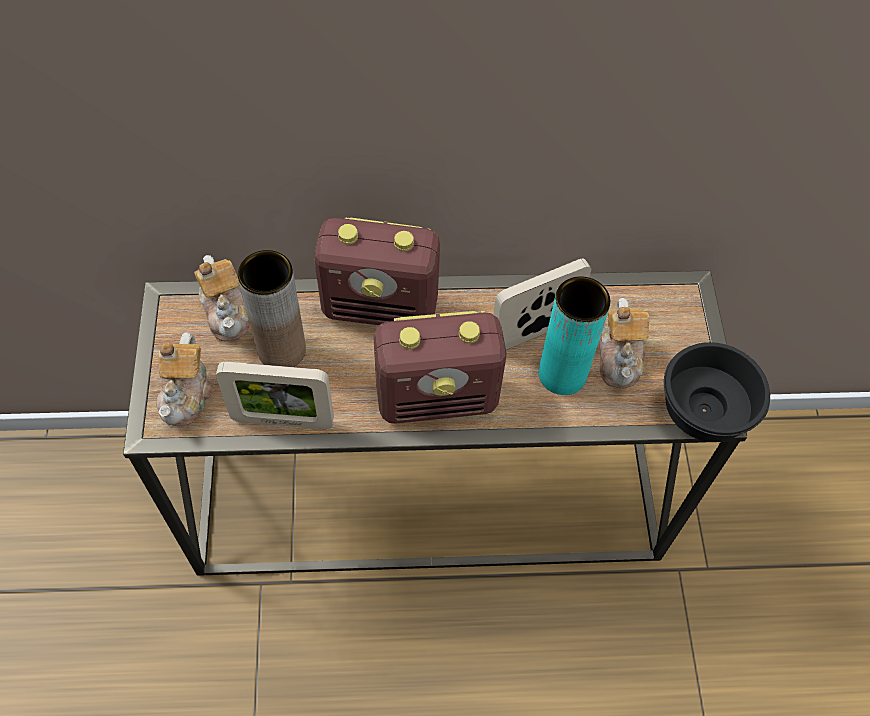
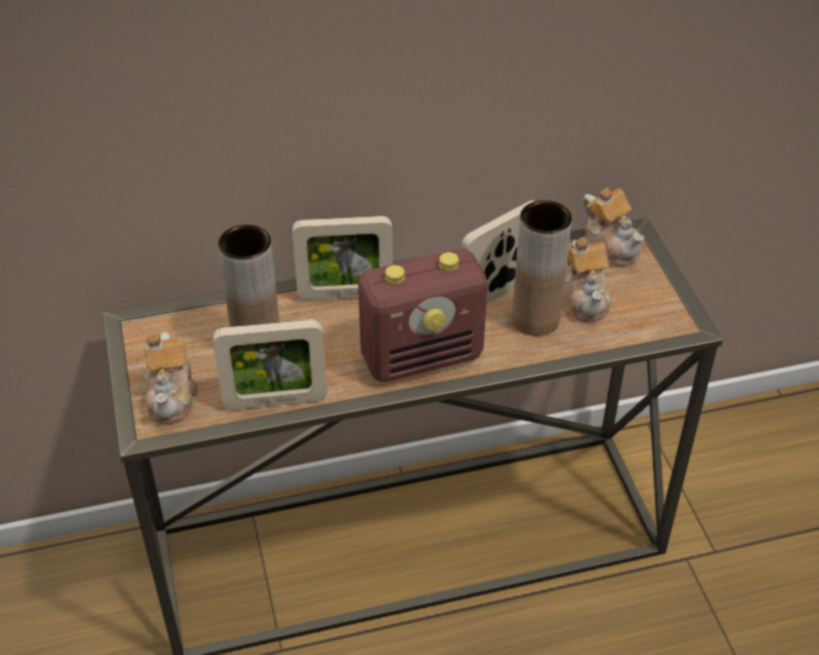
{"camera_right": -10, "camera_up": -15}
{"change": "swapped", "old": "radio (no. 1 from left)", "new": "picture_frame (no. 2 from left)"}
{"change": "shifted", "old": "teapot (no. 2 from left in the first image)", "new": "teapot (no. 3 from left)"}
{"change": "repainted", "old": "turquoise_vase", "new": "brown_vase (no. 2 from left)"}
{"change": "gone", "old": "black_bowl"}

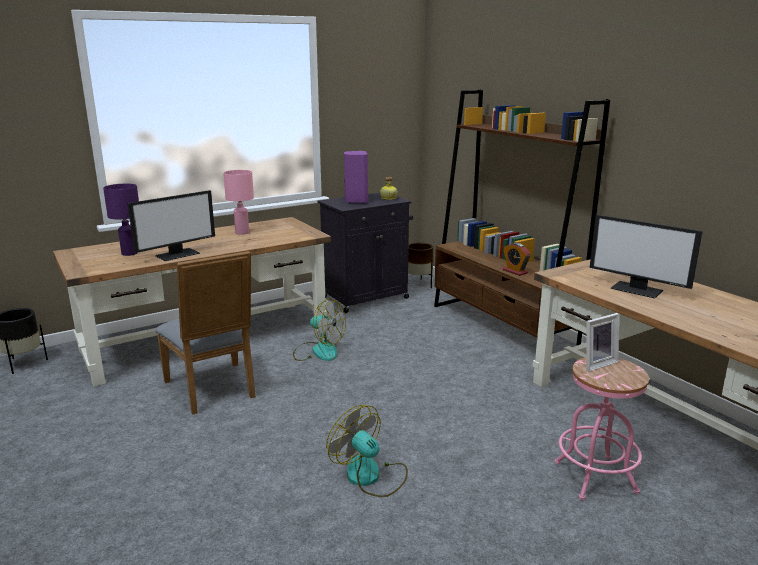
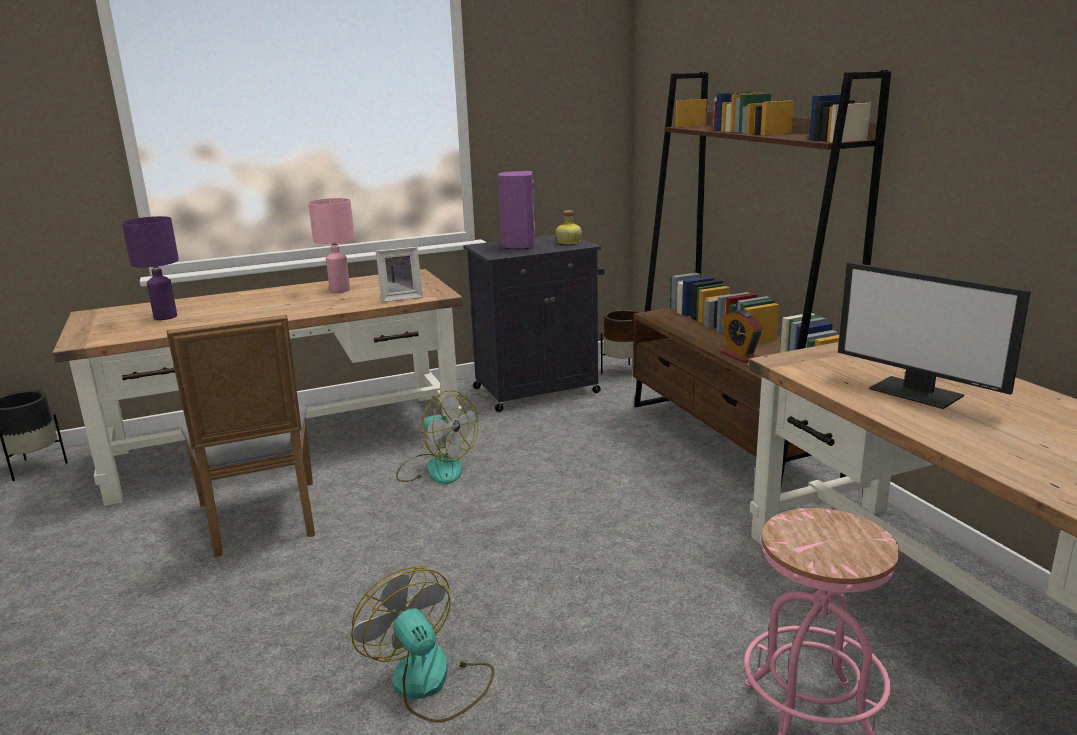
{"camera_right": 10, "camera_up": 0}
{"change": "gone", "old": "monitor (no. 1 from left)"}
{"change": "shifted", "old": "picture_frame"}

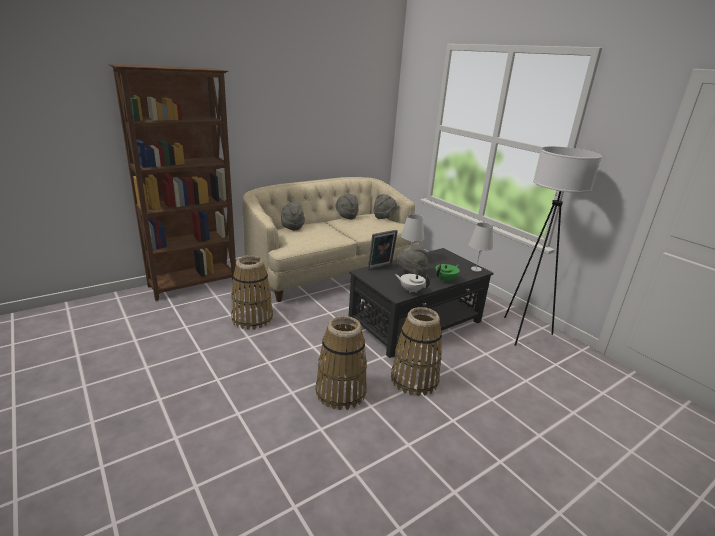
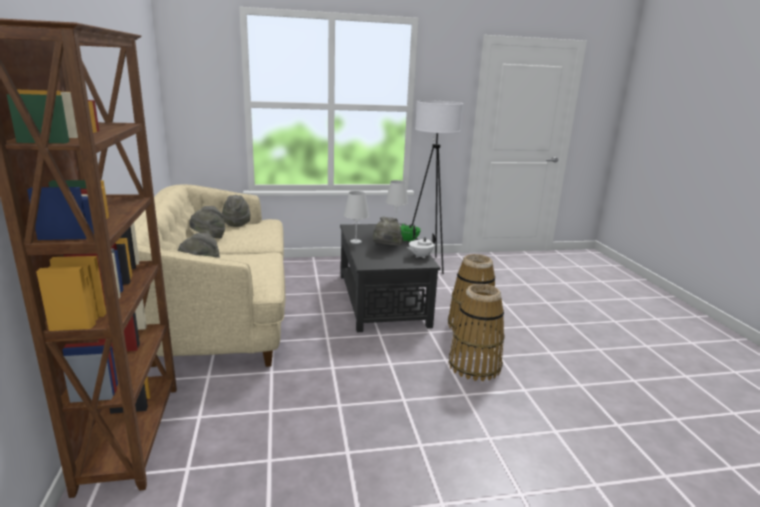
{"camera_right": -65, "camera_up": -5}
{"change": "gone", "old": "picture_frame"}
{"change": "gone", "old": "basket (no. 1 from left)"}

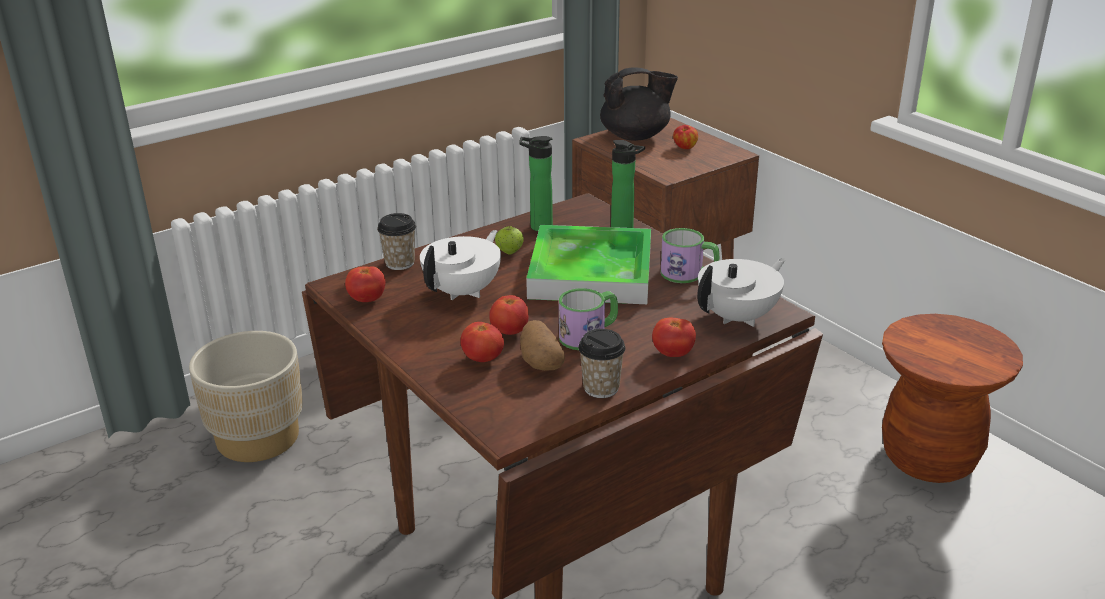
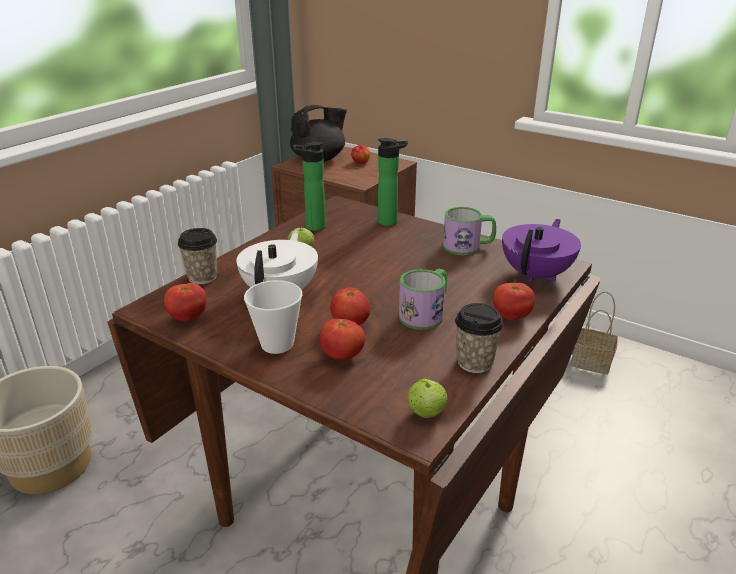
{"camera_right": -20, "camera_up": 0}
{"change": "gone", "old": "tray"}
{"change": "repainted", "old": "white_teapot (no. 2 from left)", "new": "purple_teapot"}
{"change": "swapped", "old": "brown_stool", "new": "basket"}
{"change": "gone", "old": "potato"}
{"change": "new", "new": "cup (no. 2 from left)"}
{"change": "new", "new": "apple (no. 3 from left)"}

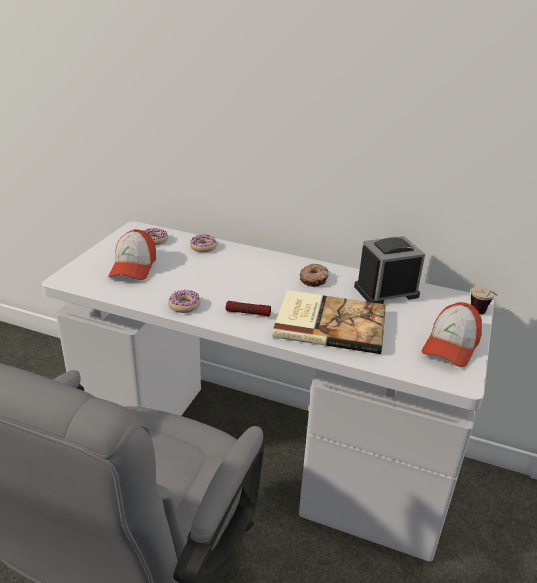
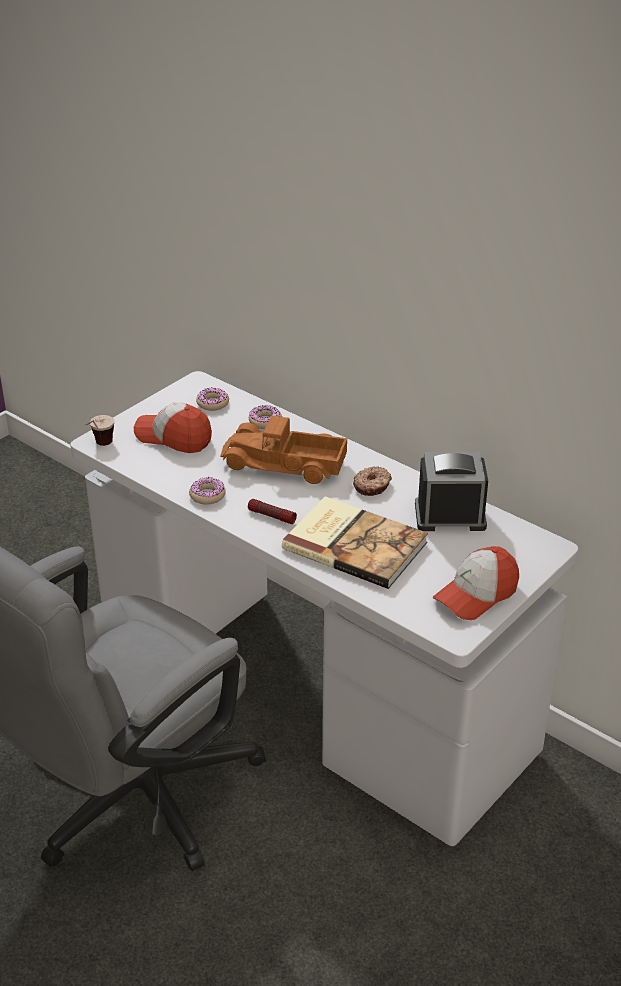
{"camera_right": 20, "camera_up": 5}
{"change": "rotated", "old": "cap (no. 1 from left)", "degrees": 90}
{"change": "shifted", "old": "cup"}
{"change": "new", "new": "toy_truck"}

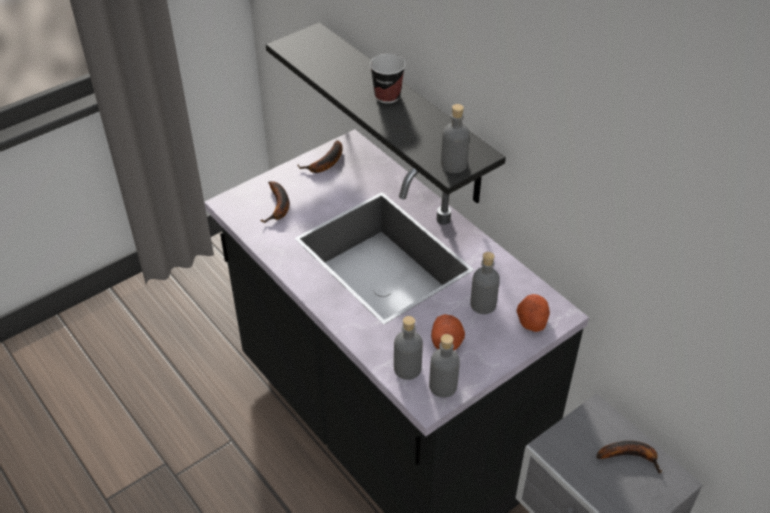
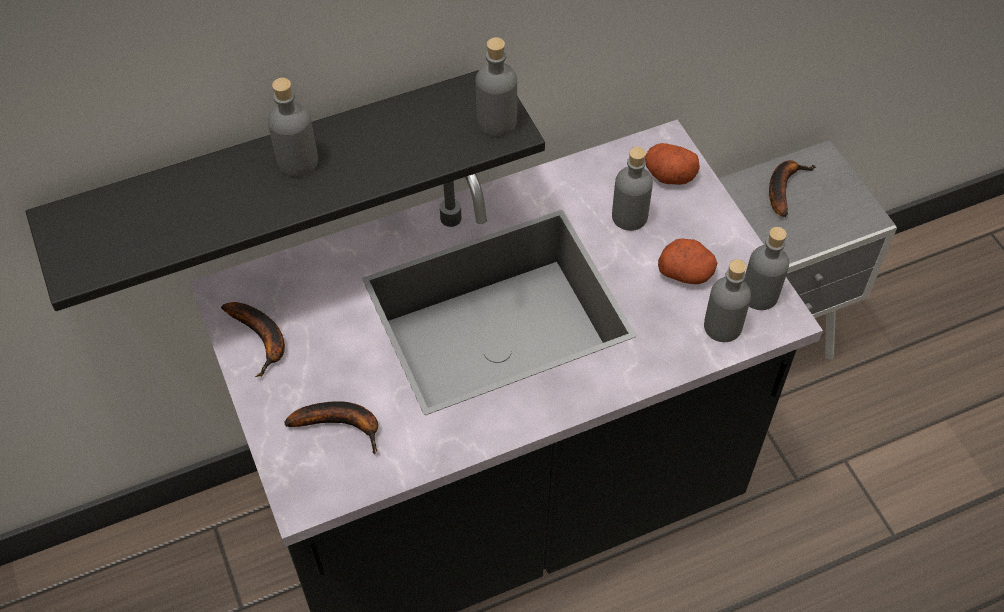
{"camera_right": -75, "camera_up": 10}
{"change": "swapped", "old": "cup", "new": "grey_bottle (no. 1 from left)"}

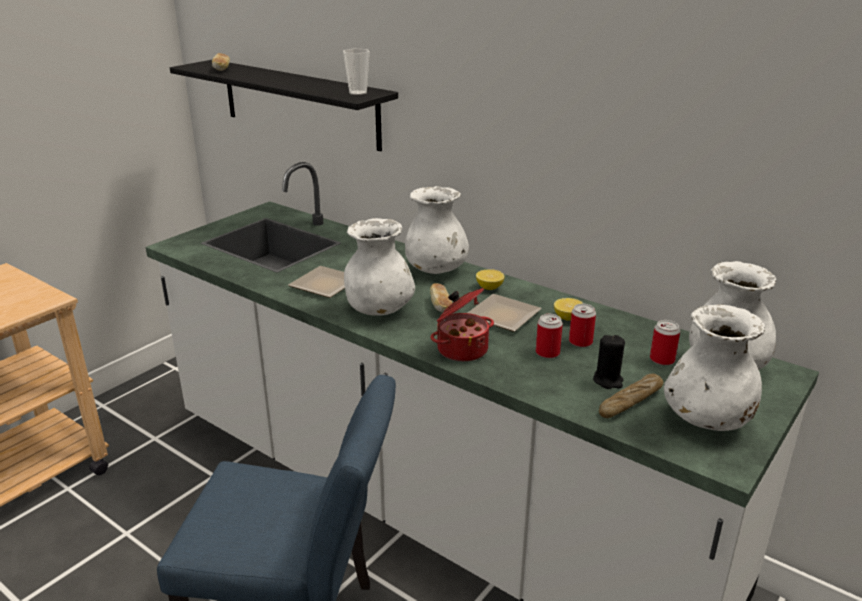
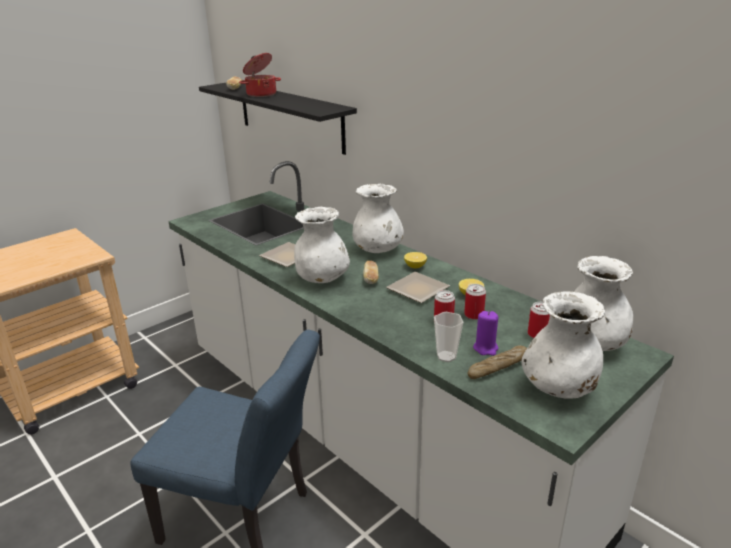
{"camera_right": 10, "camera_up": 0}
{"change": "shifted", "old": "cup"}
{"change": "shifted", "old": "cooking_pot"}
{"change": "repainted", "old": "black_candle", "new": "purple_candle"}

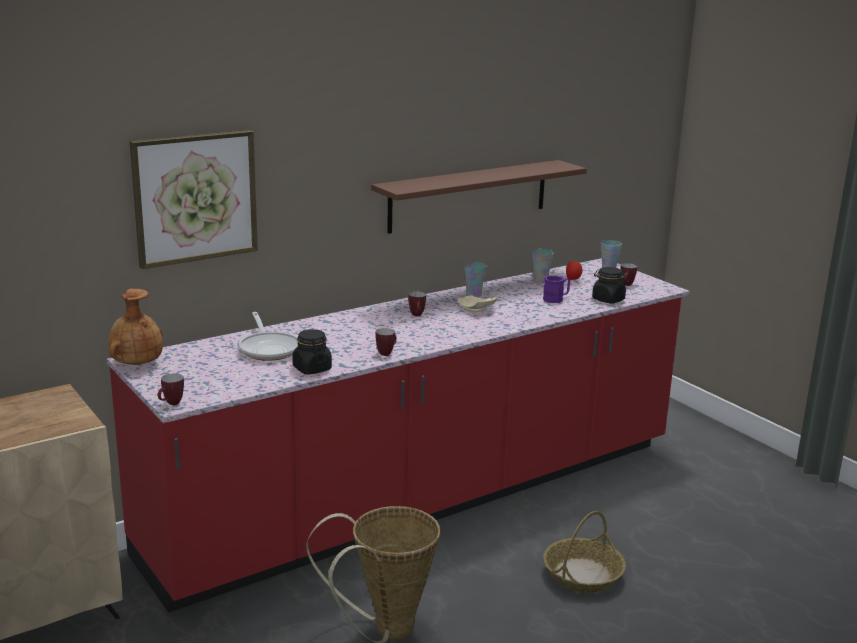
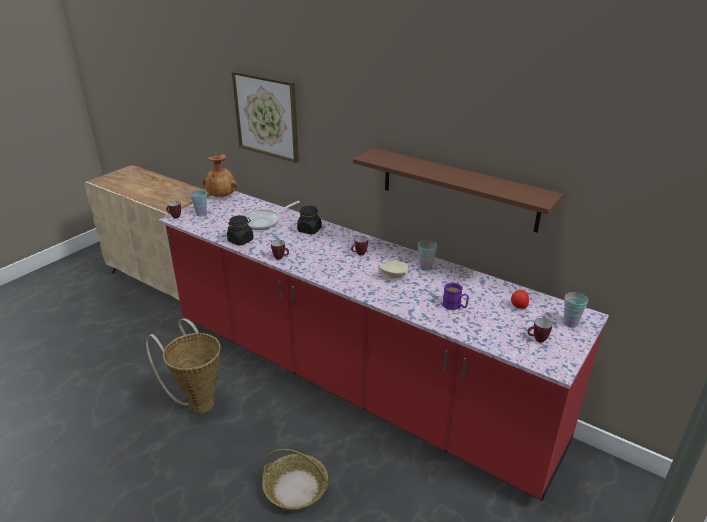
{"camera_right": 70, "camera_up": 10}
{"change": "shifted", "old": "cup (no. 2 from left in the first image)", "new": "cup (no. 1 from left)"}
{"change": "shifted", "old": "black_jar (no. 2 from left)"}

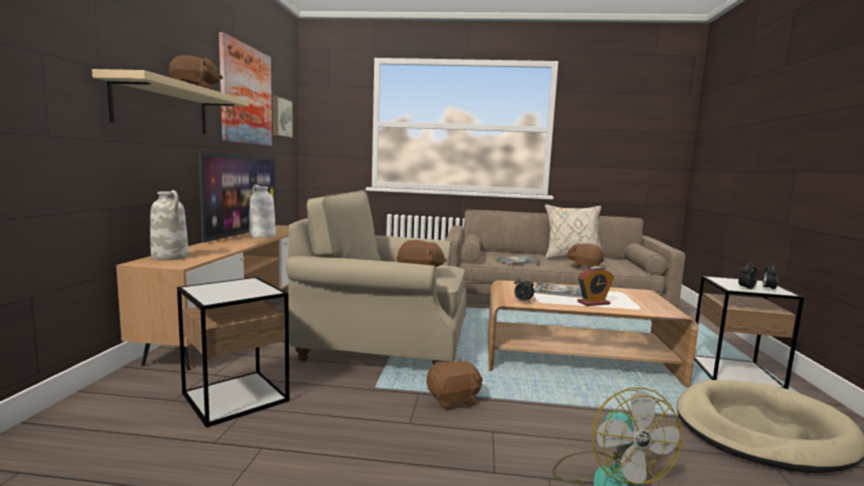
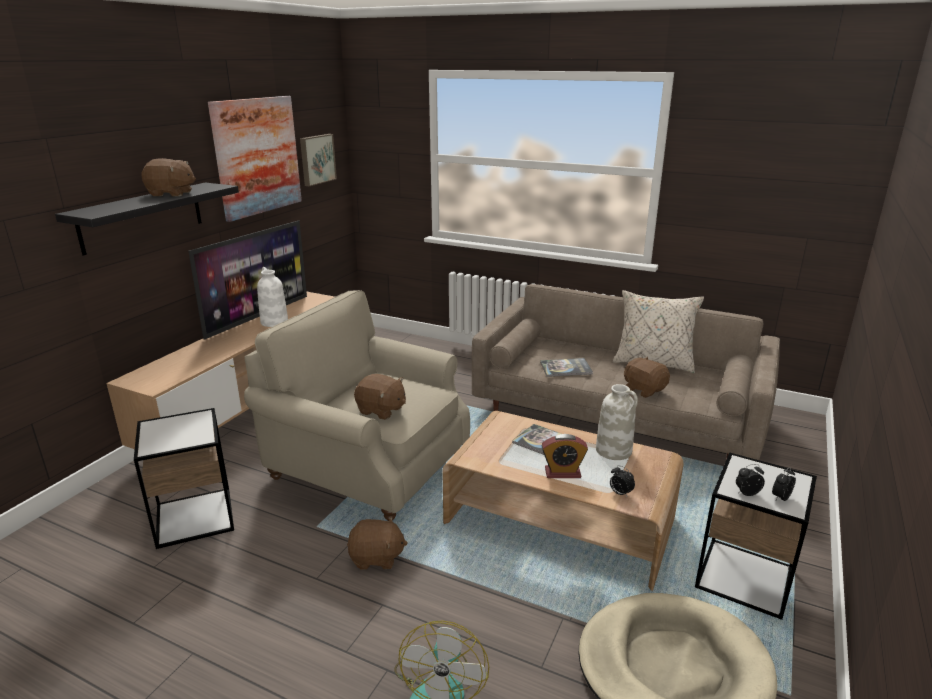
{"camera_right": 20, "camera_up": 15}
{"change": "repainted", "old": "beige_shelf", "new": "black_shelf"}
{"change": "shifted", "old": "white_vase (no. 1 from left in the first image)", "new": "white_vase (no. 2 from left)"}
{"change": "shifted", "old": "alarm_clock (no. 1 from left in the first image)", "new": "alarm_clock (no. 2 from left)"}

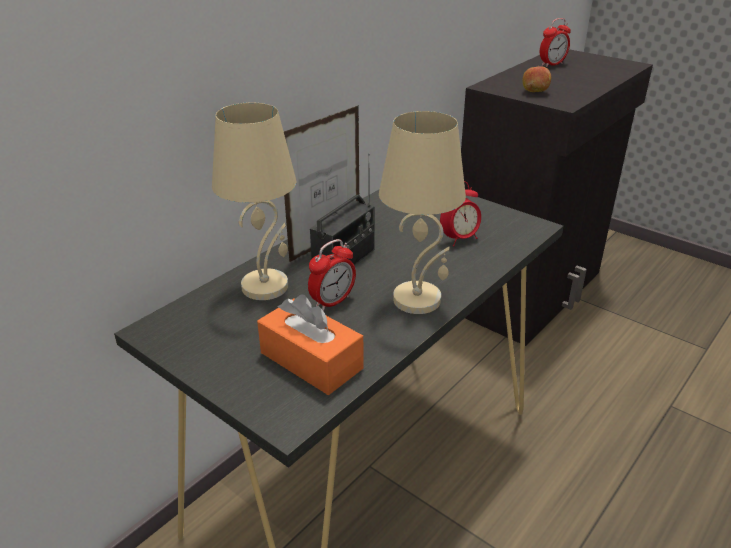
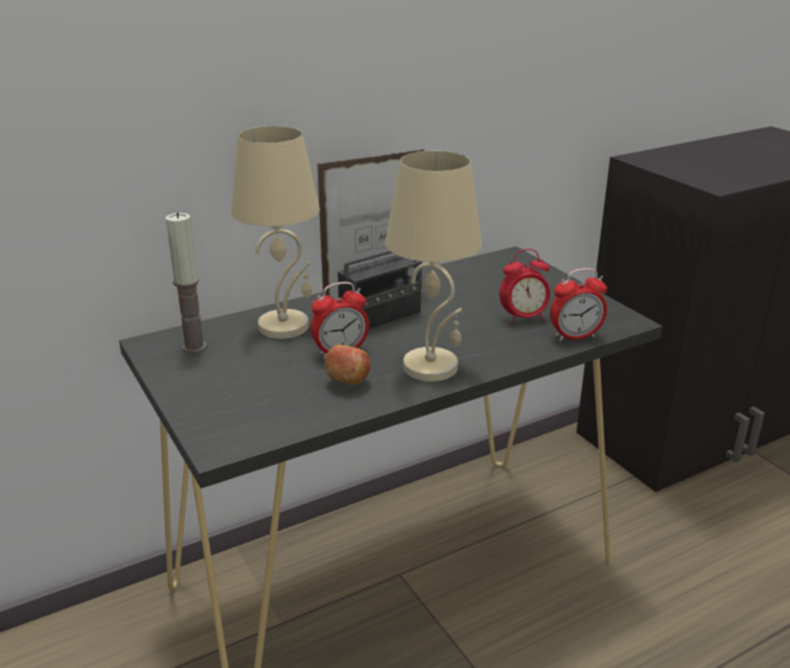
{"camera_right": 20, "camera_up": -5}
{"change": "shifted", "old": "alarm_clock (no. 3 from left)"}
{"change": "shifted", "old": "apple"}
{"change": "gone", "old": "orange_tissue_box"}
{"change": "new", "new": "candle"}

